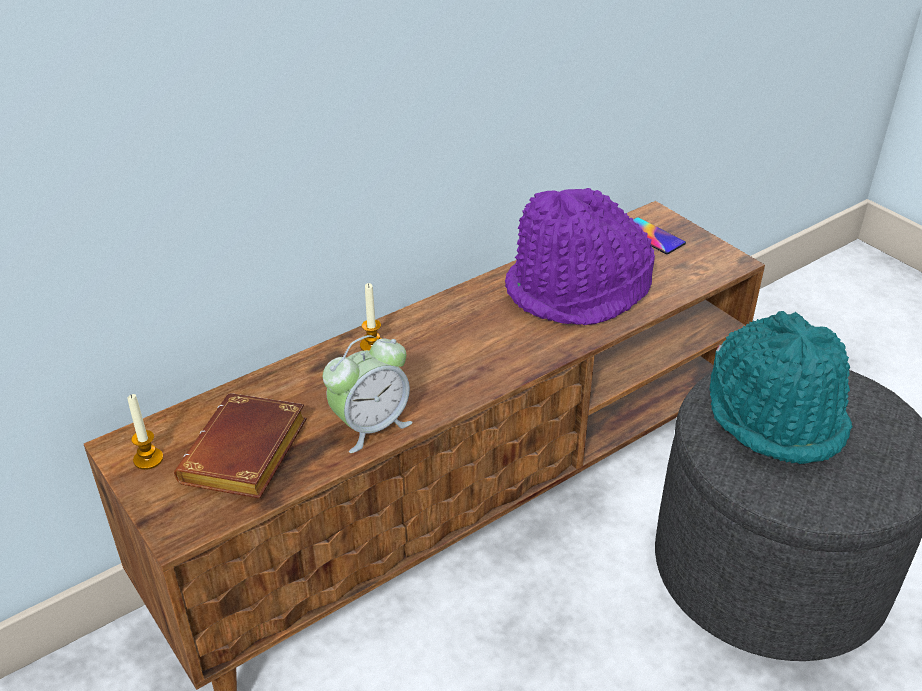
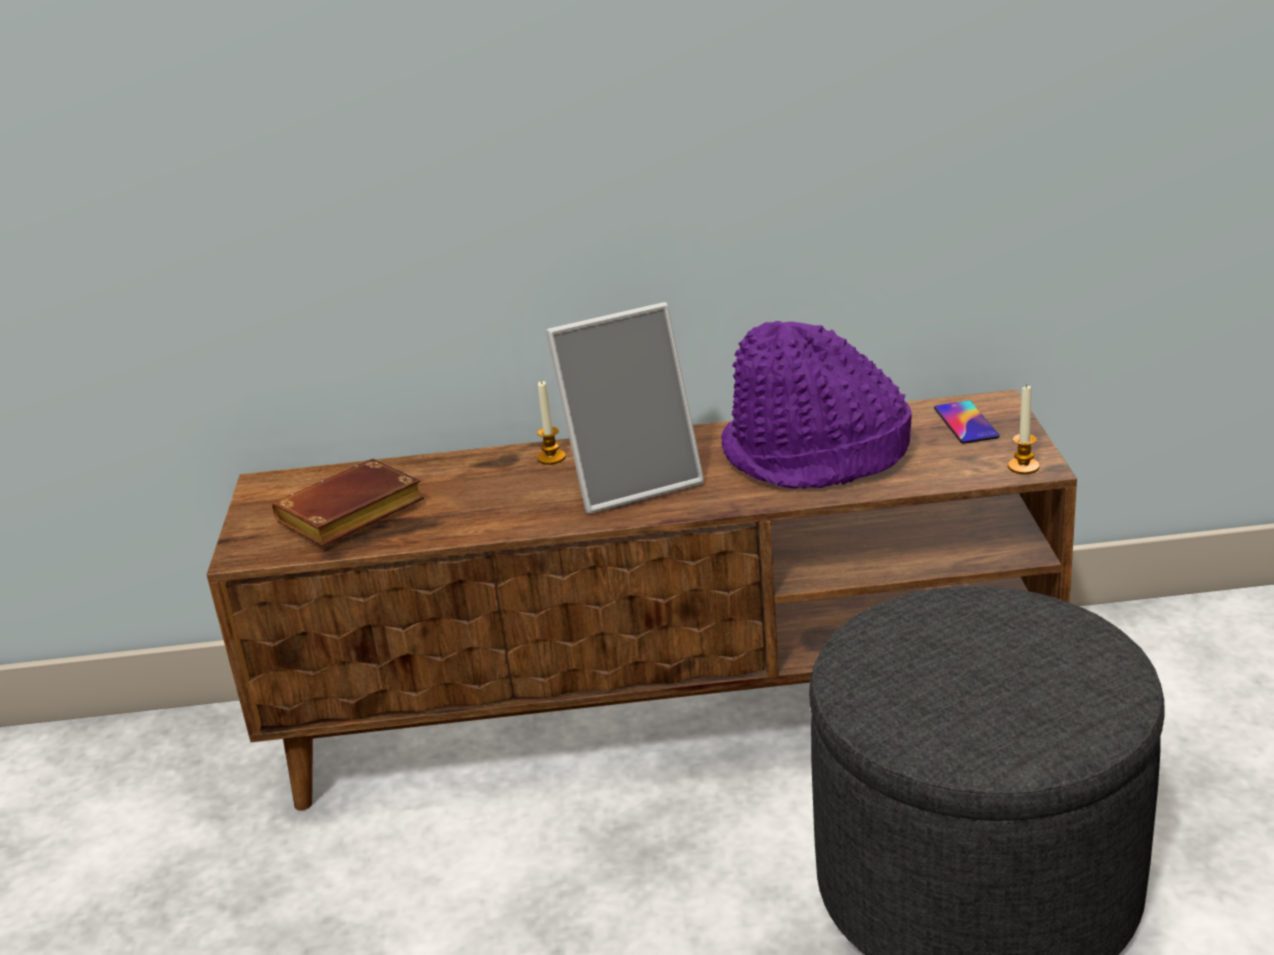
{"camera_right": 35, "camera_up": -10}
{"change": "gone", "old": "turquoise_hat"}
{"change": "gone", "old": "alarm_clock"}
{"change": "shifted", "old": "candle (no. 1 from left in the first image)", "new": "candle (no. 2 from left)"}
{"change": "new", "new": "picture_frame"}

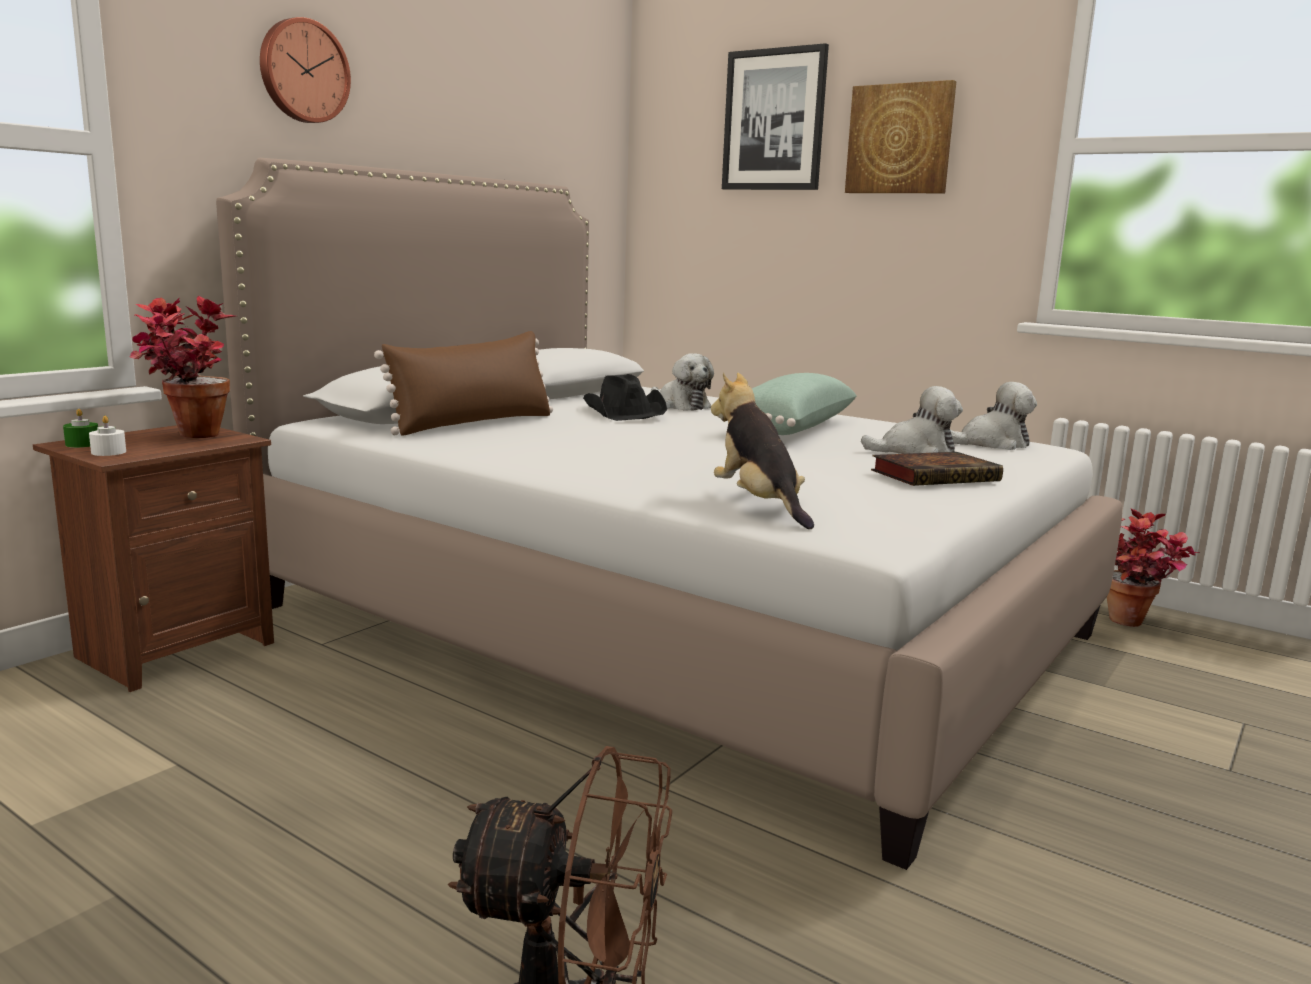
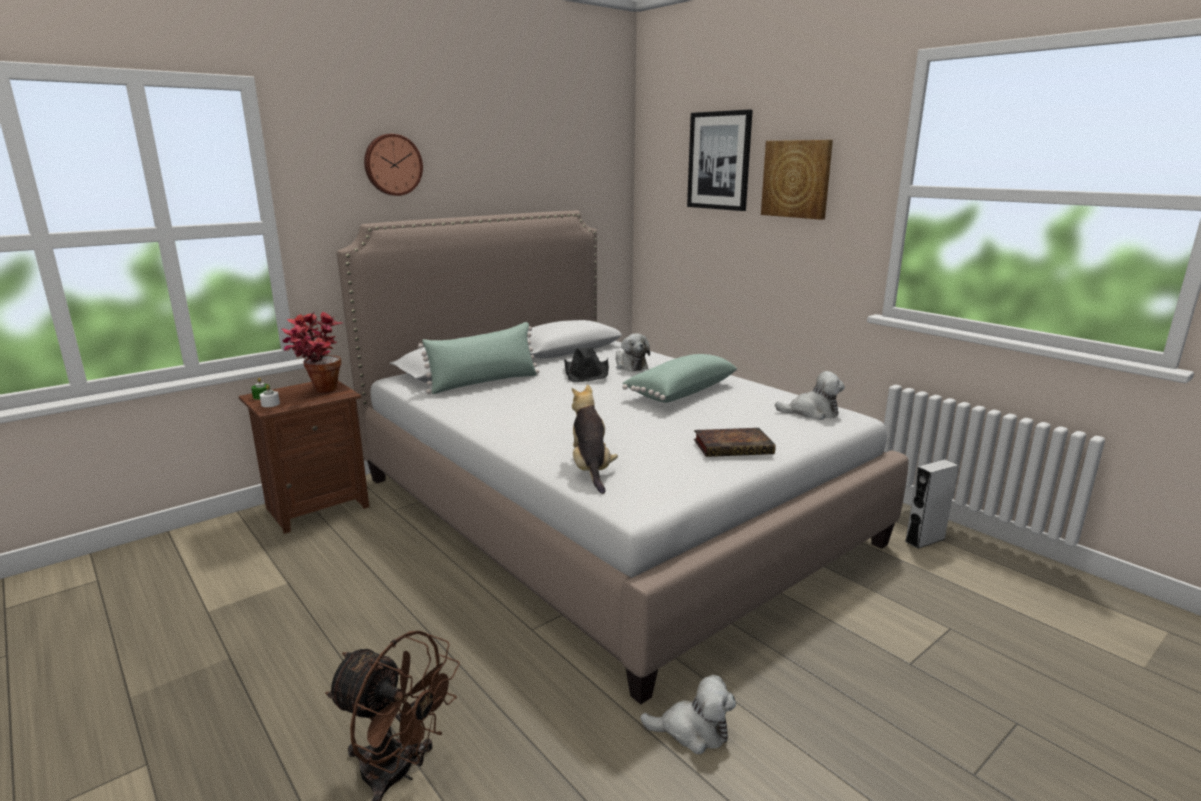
{"camera_right": 15, "camera_up": 5}
{"change": "repainted", "old": "brown_pillow", "new": "green_pillow (no. 1 from left)"}
{"change": "shifted", "old": "plush_toy (no. 3 from left)"}
{"change": "swapped", "old": "potted_plant (no. 2 from left)", "new": "grey_speaker"}

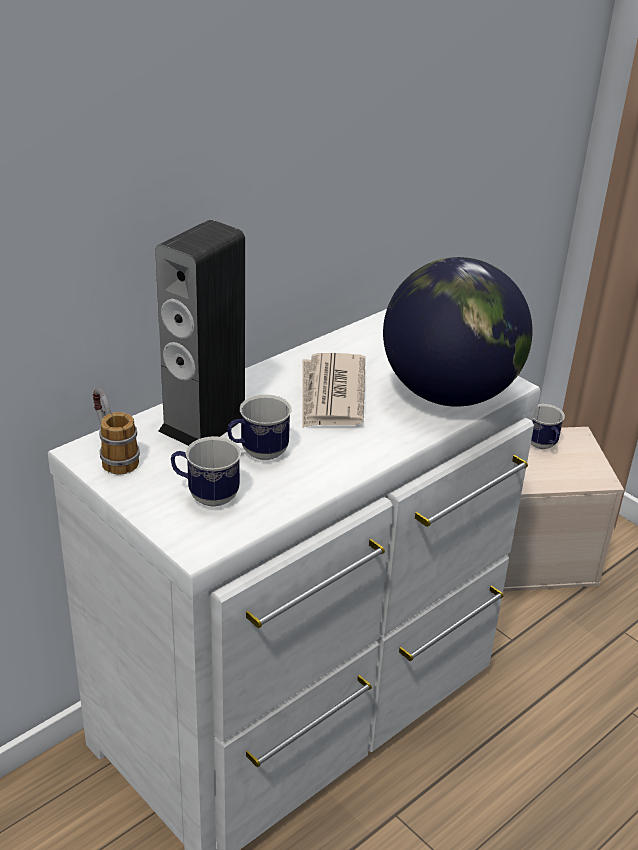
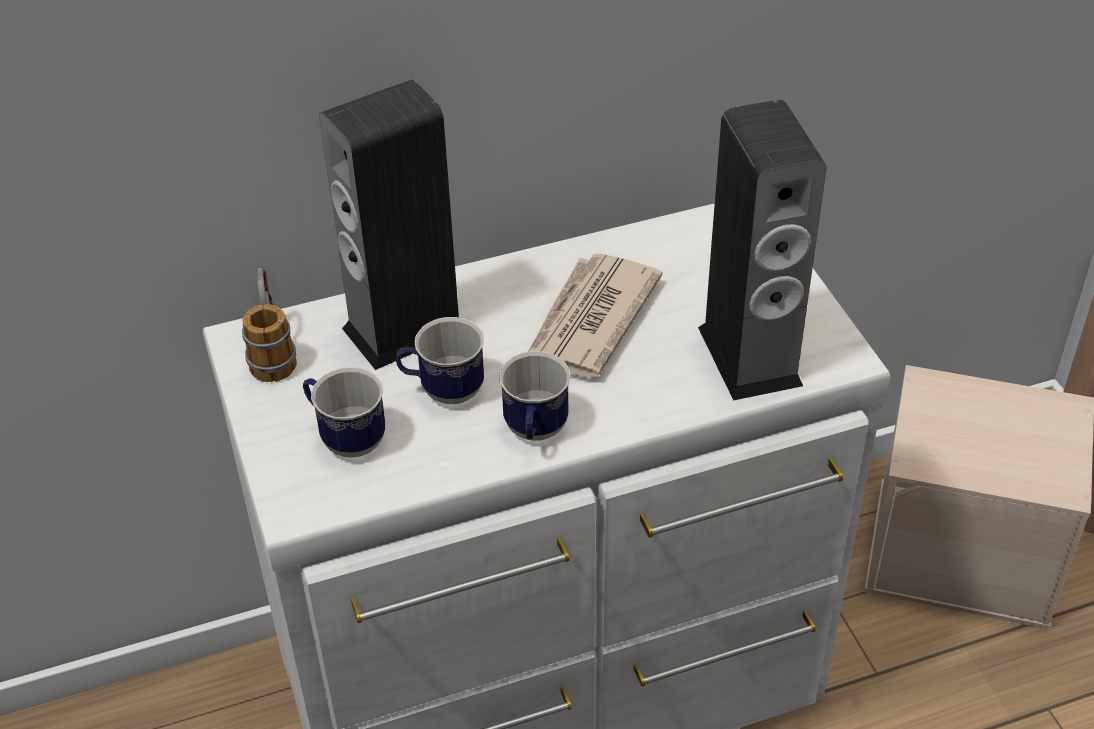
{"camera_right": 25, "camera_up": 10}
{"change": "swapped", "old": "globe", "new": "speaker (no. 2 from left)"}
{"change": "shifted", "old": "mug (no. 4 from left)"}

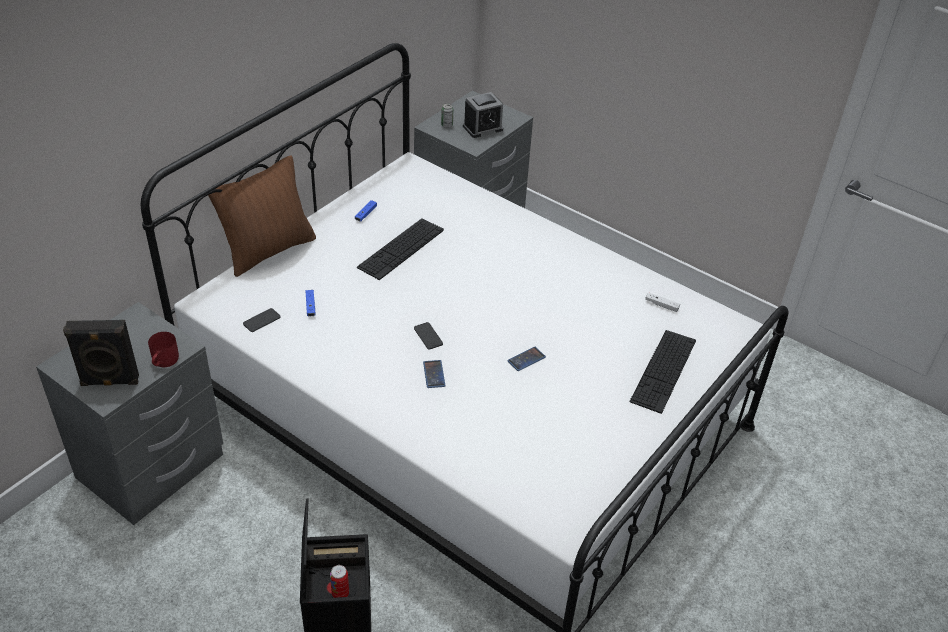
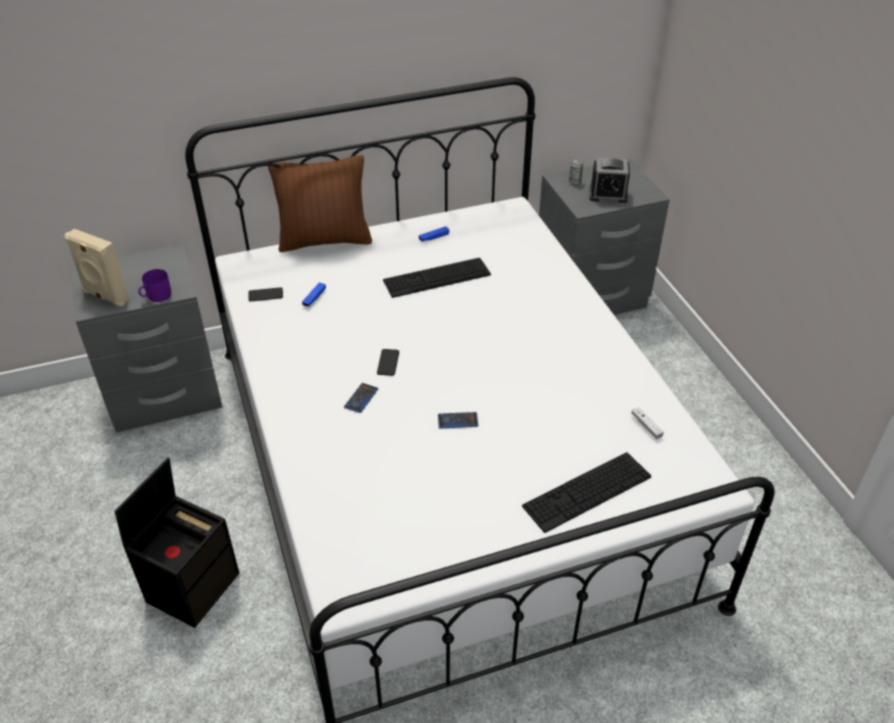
{"camera_right": 35, "camera_up": 0}
{"change": "repainted", "old": "black_speaker", "new": "beige_speaker"}
{"change": "repainted", "old": "red_mug", "new": "purple_mug"}
{"change": "gone", "old": "can (no. 1 from left)"}

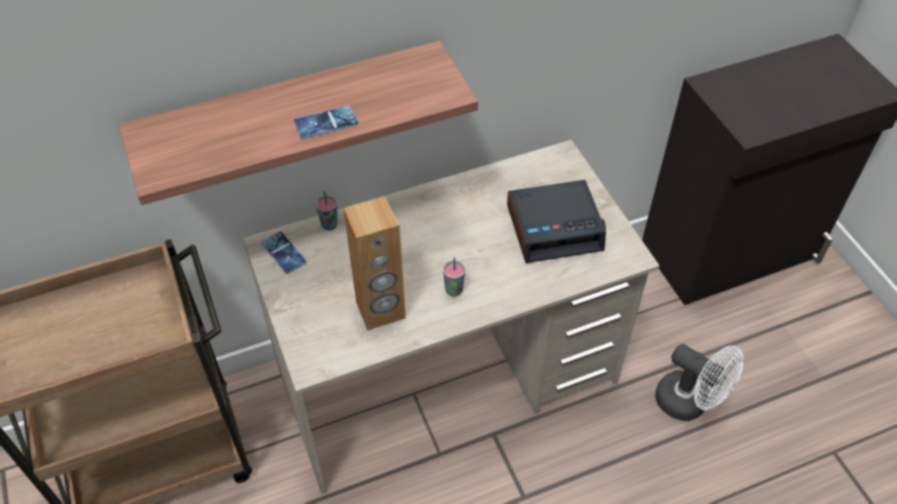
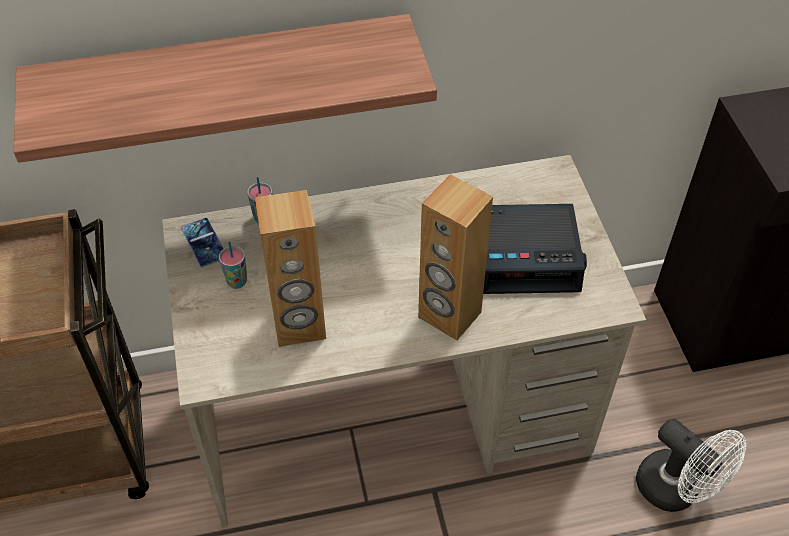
{"camera_right": 10, "camera_up": 0}
{"change": "gone", "old": "phone (no. 2 from left)"}
{"change": "shifted", "old": "cup (no. 2 from left in the first image)", "new": "cup (no. 1 from left)"}
{"change": "new", "new": "brown_speaker (no. 2 from left)"}

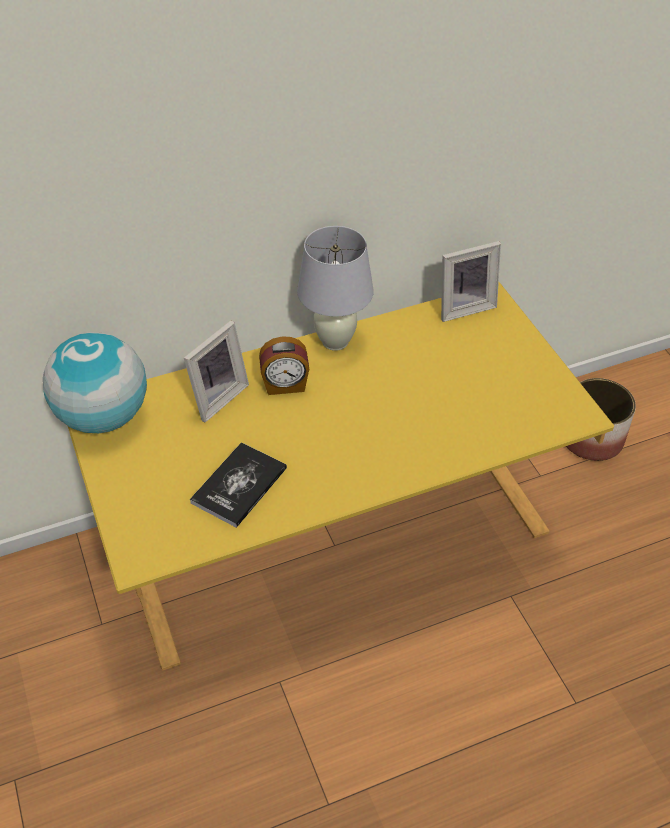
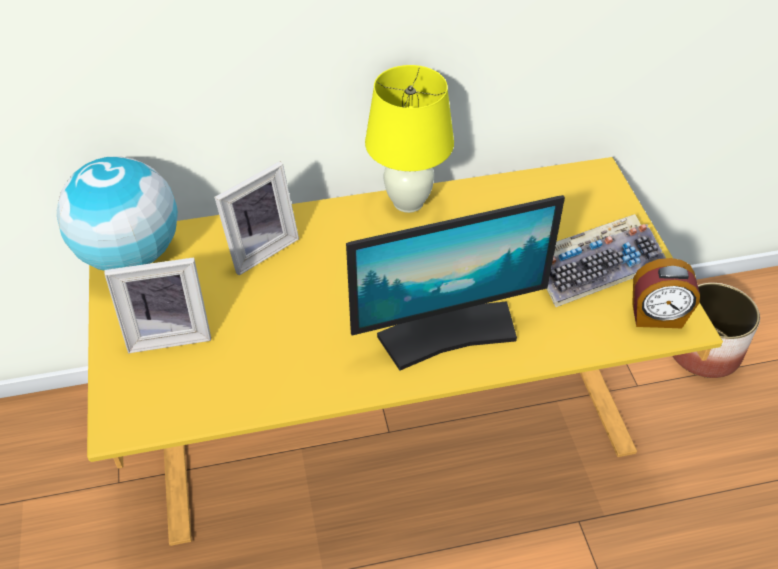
{"camera_right": 10, "camera_up": 0}
{"change": "repainted", "old": "white_table_lamp", "new": "yellow_table_lamp"}
{"change": "shifted", "old": "picture_frame (no. 2 from left in the first image)", "new": "picture_frame (no. 1 from left)"}
{"change": "shifted", "old": "alarm_clock"}
{"change": "gone", "old": "book"}
{"change": "new", "new": "monitor"}
{"change": "new", "new": "keyboard"}

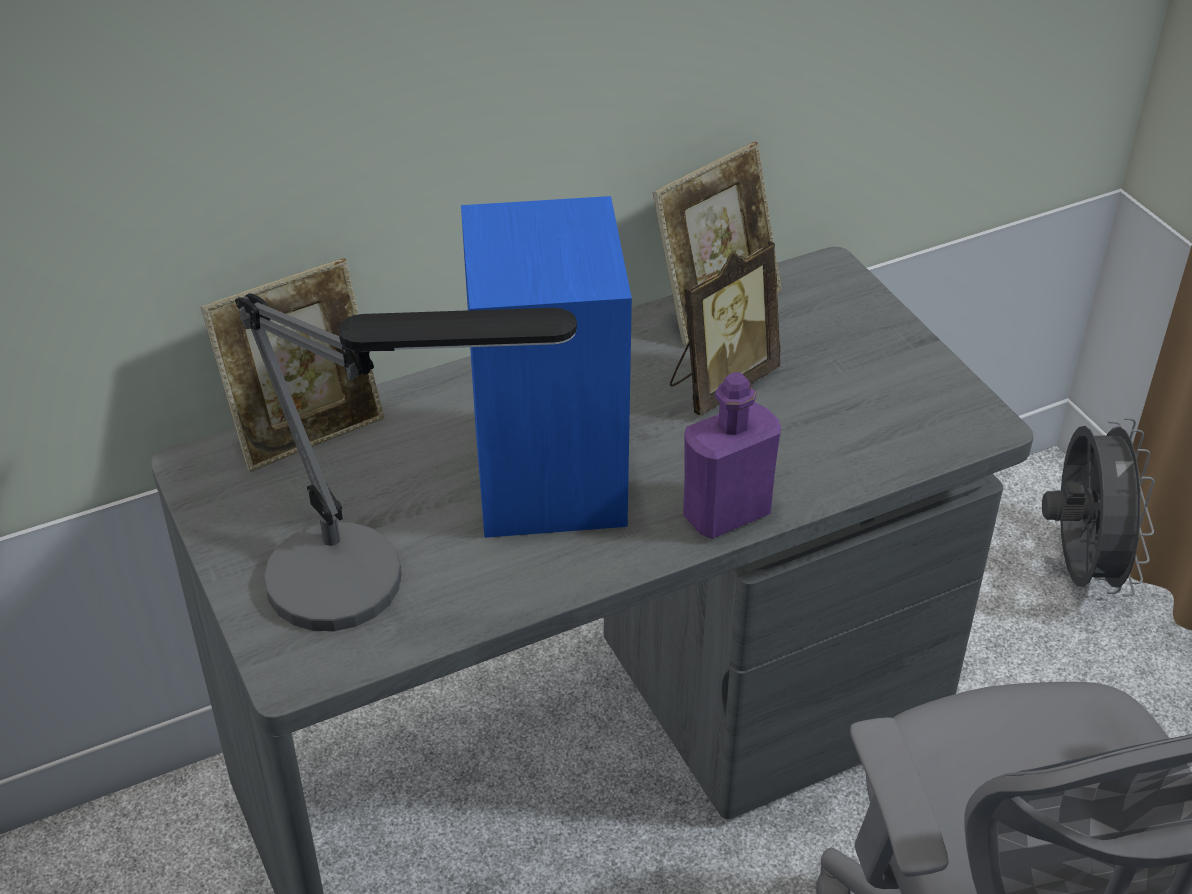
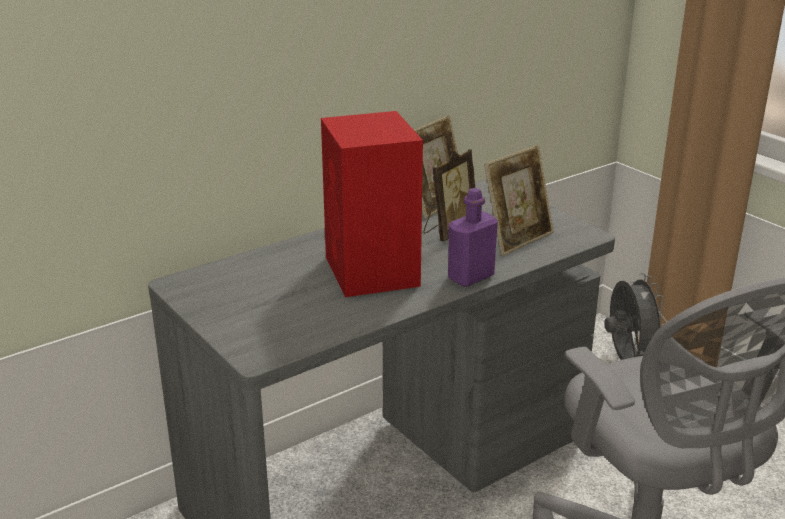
{"camera_right": -10, "camera_up": -15}
{"change": "repainted", "old": "blue_speaker", "new": "red_speaker"}
{"change": "shifted", "old": "picture_frame (no. 1 from left in the first image)", "new": "picture_frame (no. 3 from left)"}
{"change": "gone", "old": "table_lamp"}

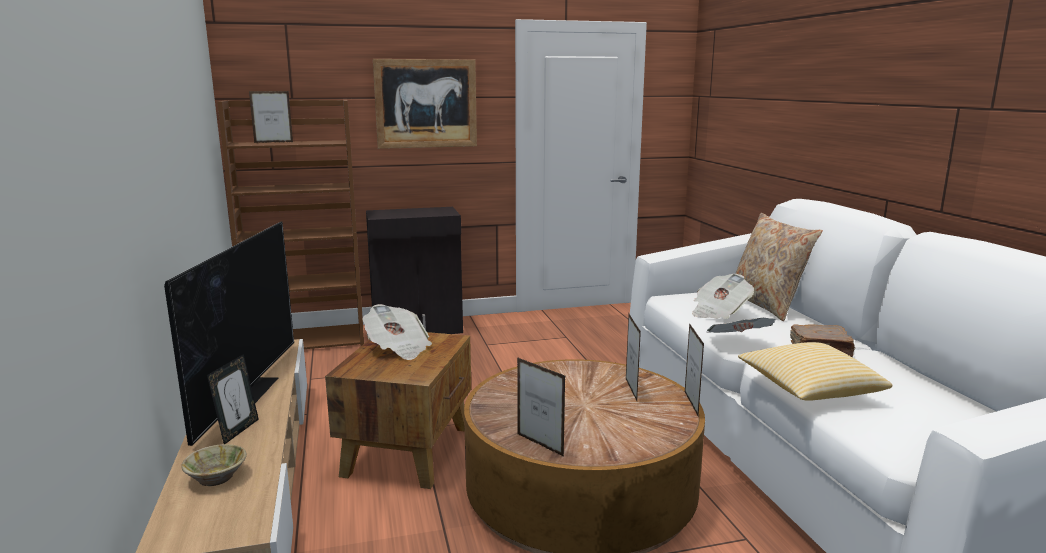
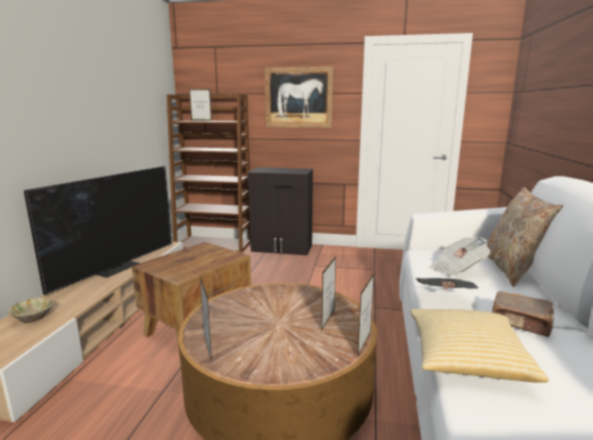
{"camera_right": 25, "camera_up": 0}
{"change": "gone", "old": "newspaper (no. 1 from left)"}
{"change": "gone", "old": "picture_frame (no. 1 from left)"}

